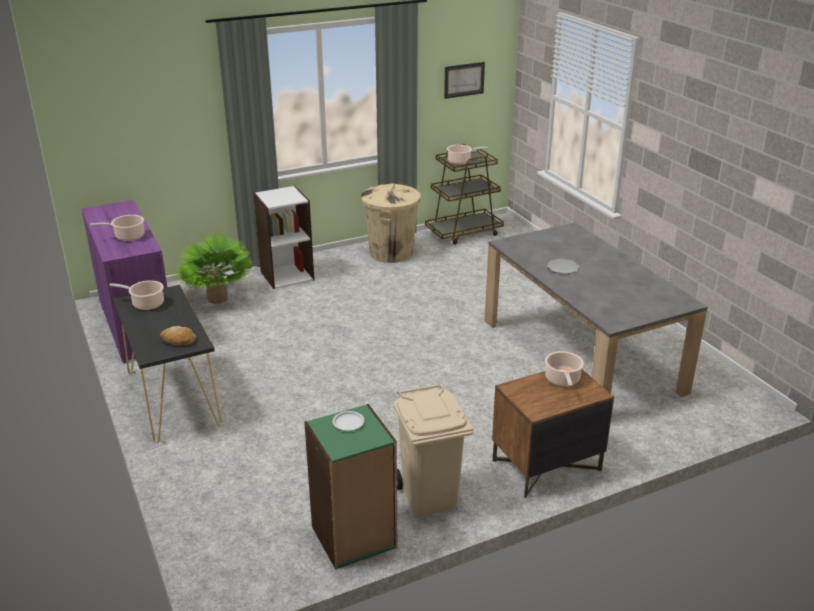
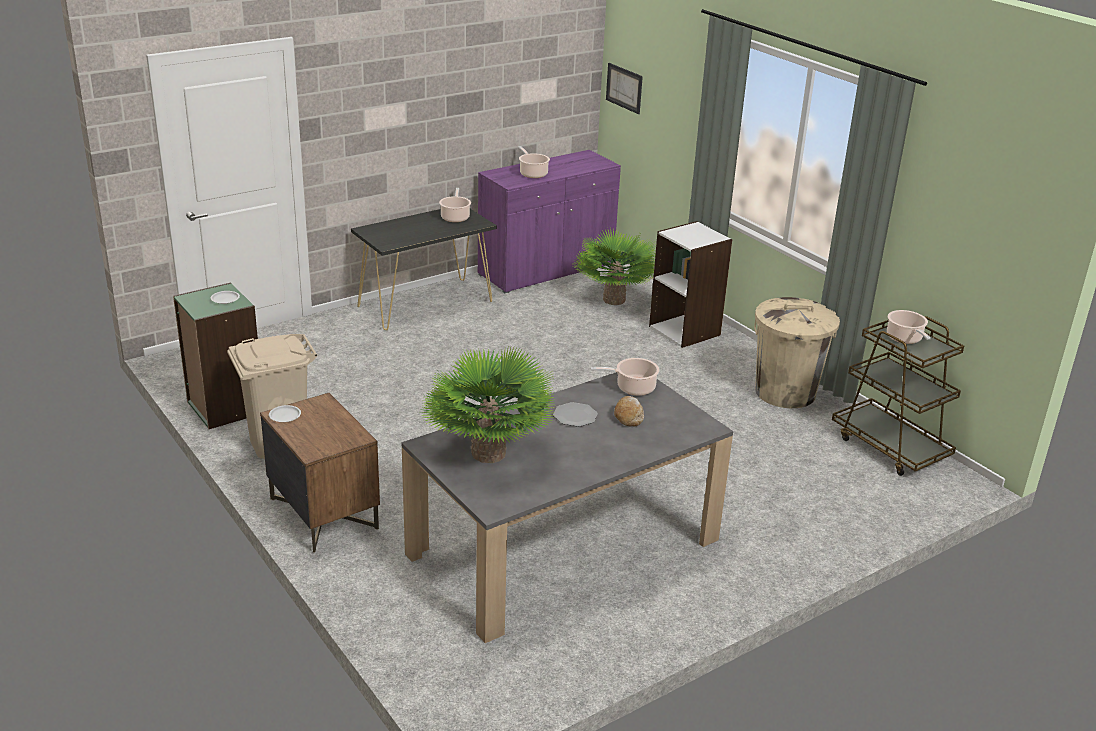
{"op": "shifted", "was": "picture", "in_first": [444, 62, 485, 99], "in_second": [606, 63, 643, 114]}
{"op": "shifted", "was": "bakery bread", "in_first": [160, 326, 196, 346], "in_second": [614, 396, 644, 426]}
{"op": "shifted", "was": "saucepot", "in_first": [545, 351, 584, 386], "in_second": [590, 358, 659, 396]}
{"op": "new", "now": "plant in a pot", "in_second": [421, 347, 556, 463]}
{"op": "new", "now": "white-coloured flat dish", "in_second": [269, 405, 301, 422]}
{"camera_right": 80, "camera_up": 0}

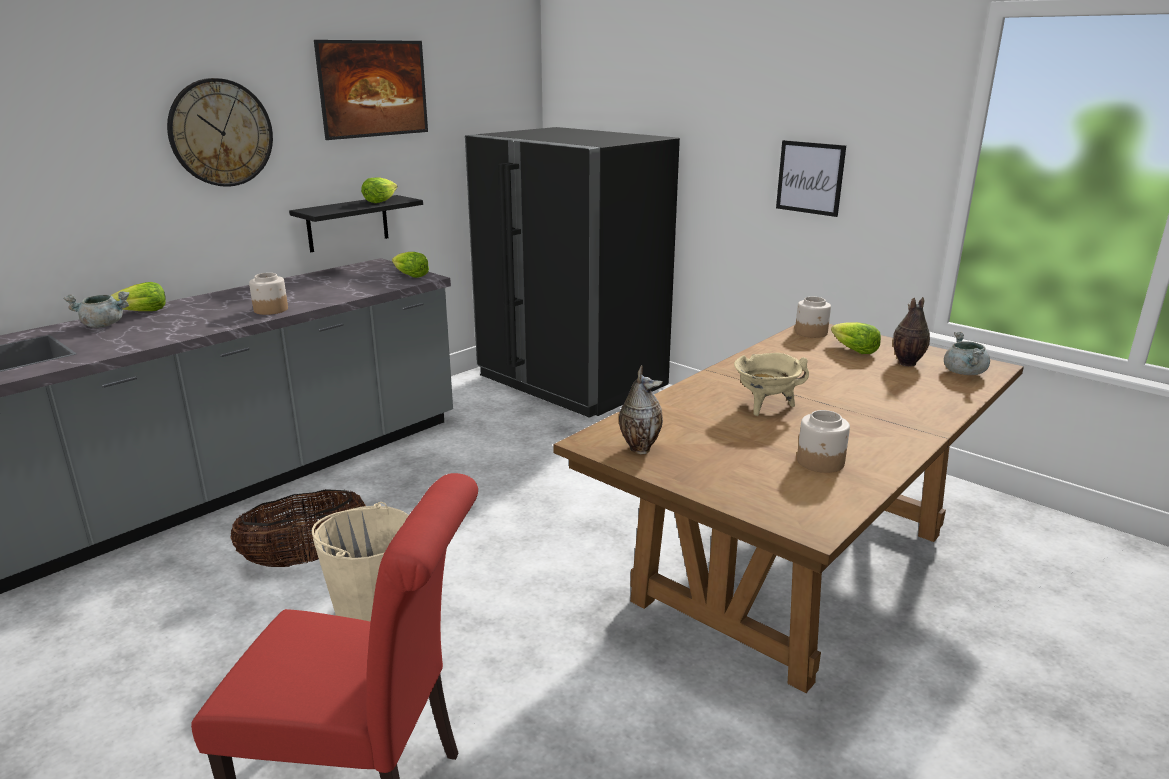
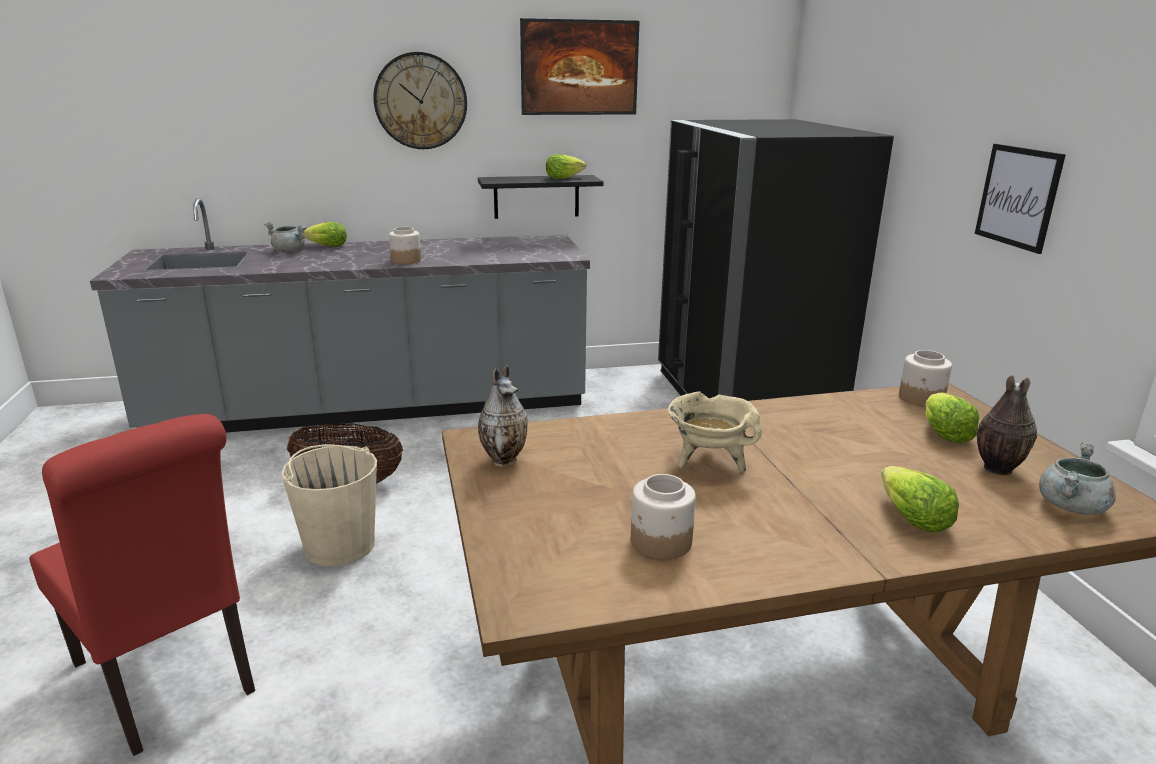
{"op": "shifted", "was": "head of lettuce", "in_first": [392, 252, 429, 278], "in_second": [881, 466, 959, 532]}
{"camera_right": 35, "camera_up": 0}

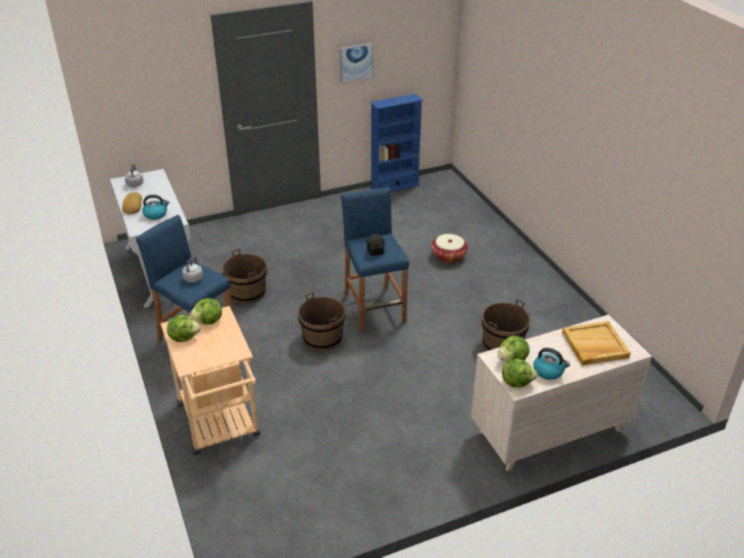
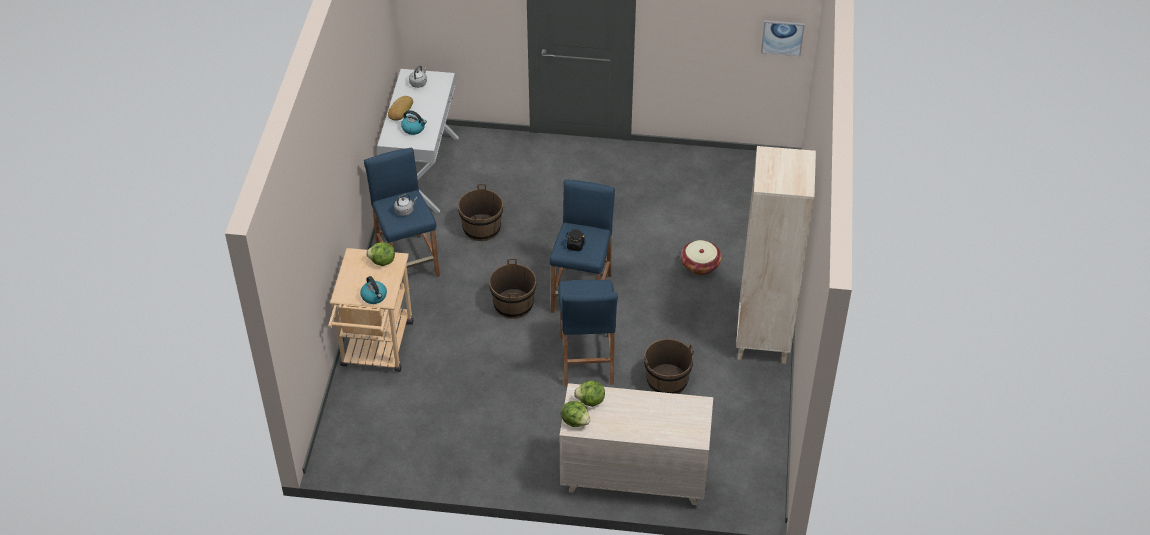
{"op": "shifted", "was": "picture", "in_first": [340, 43, 373, 83], "in_second": [761, 20, 805, 56]}
{"op": "gone", "was": "blue bookshelf", "in_first": [370, 94, 423, 192]}
{"op": "gone", "was": "head of lettuce", "in_first": [167, 315, 201, 342]}
{"op": "gone", "was": "beige tray", "in_first": [562, 321, 631, 366]}
{"op": "shifted", "was": "water kettle", "in_first": [533, 348, 570, 380], "in_second": [360, 276, 387, 304]}
{"op": "new", "now": "beige bookshelf", "in_second": [736, 146, 816, 364]}
{"op": "new", "now": "blue sitting stool", "in_second": [558, 280, 618, 387]}
{"camera_right": 30, "camera_up": 10}

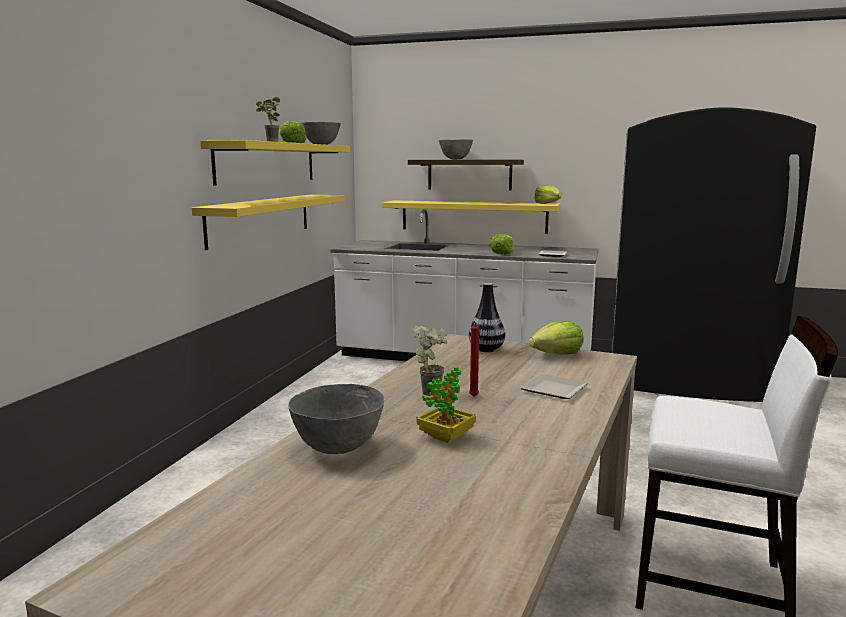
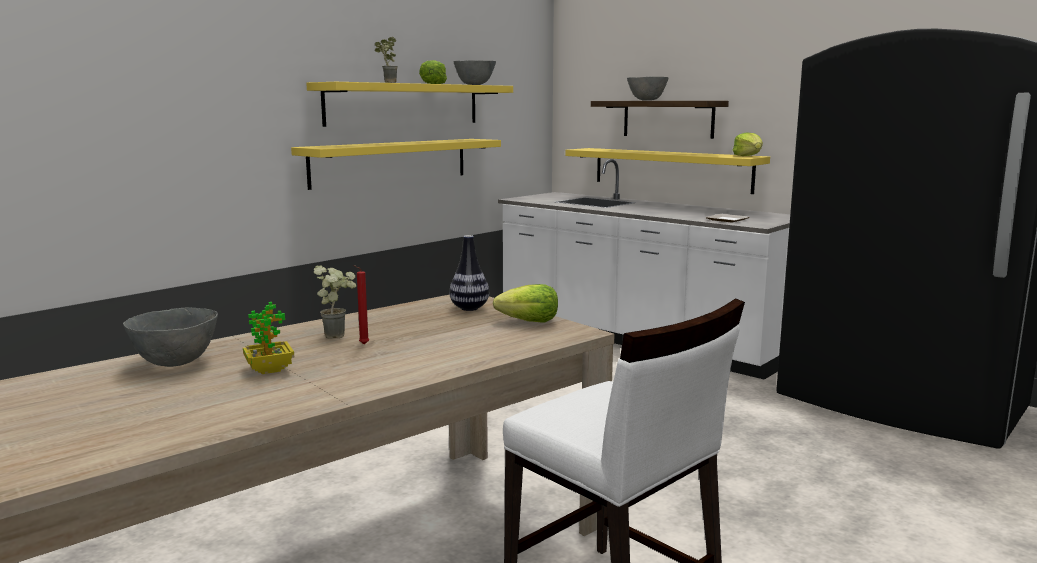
{"op": "gone", "was": "head of lettuce", "in_first": [490, 234, 514, 254]}
{"op": "gone", "was": "flat dish", "in_first": [520, 374, 588, 399]}
{"camera_right": 25, "camera_up": 0}

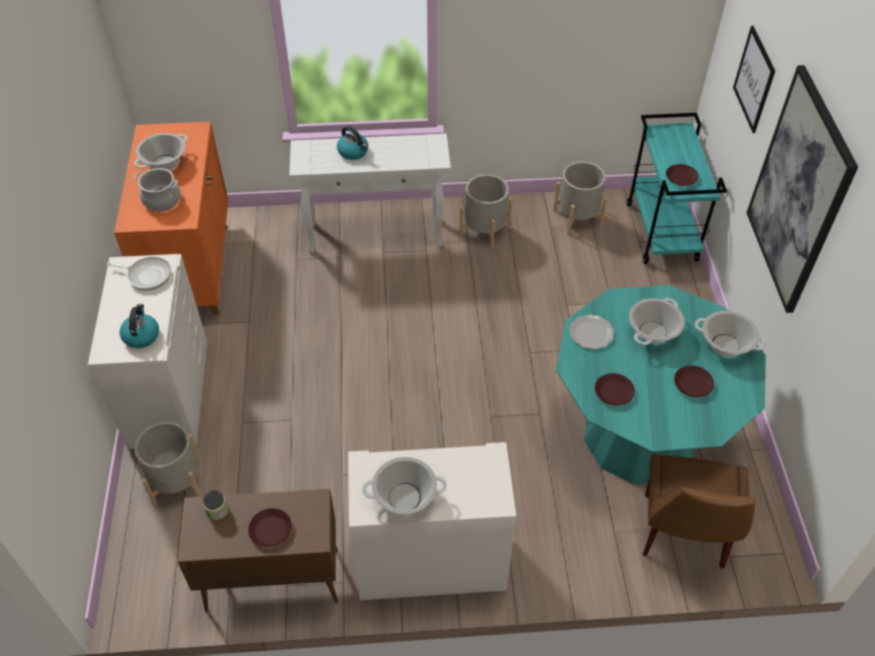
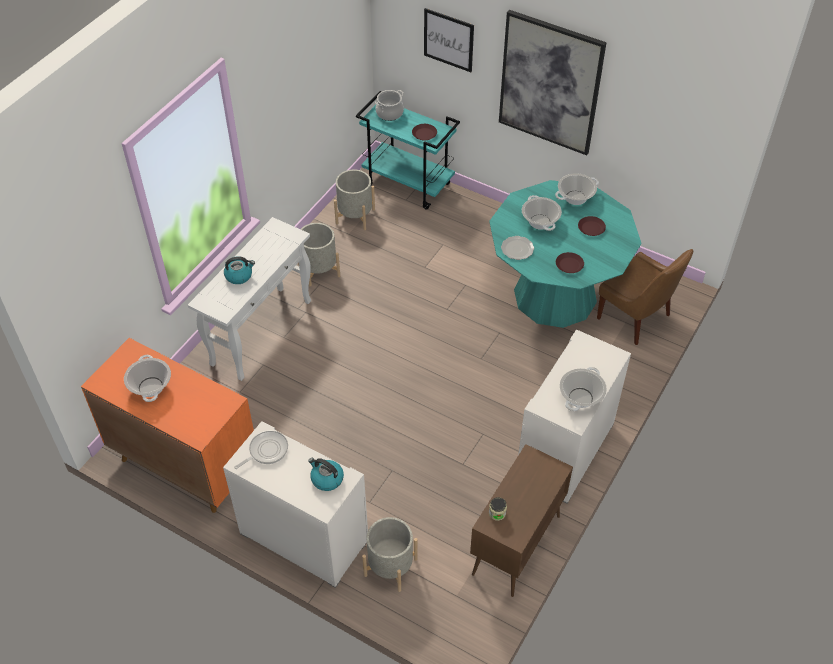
{"op": "shifted", "was": "saucepot", "in_first": [134, 168, 181, 211], "in_second": [375, 90, 404, 121]}
{"op": "gone", "was": "brownish flat dish", "in_first": [248, 508, 292, 548]}
{"camera_right": -55, "camera_up": 0}

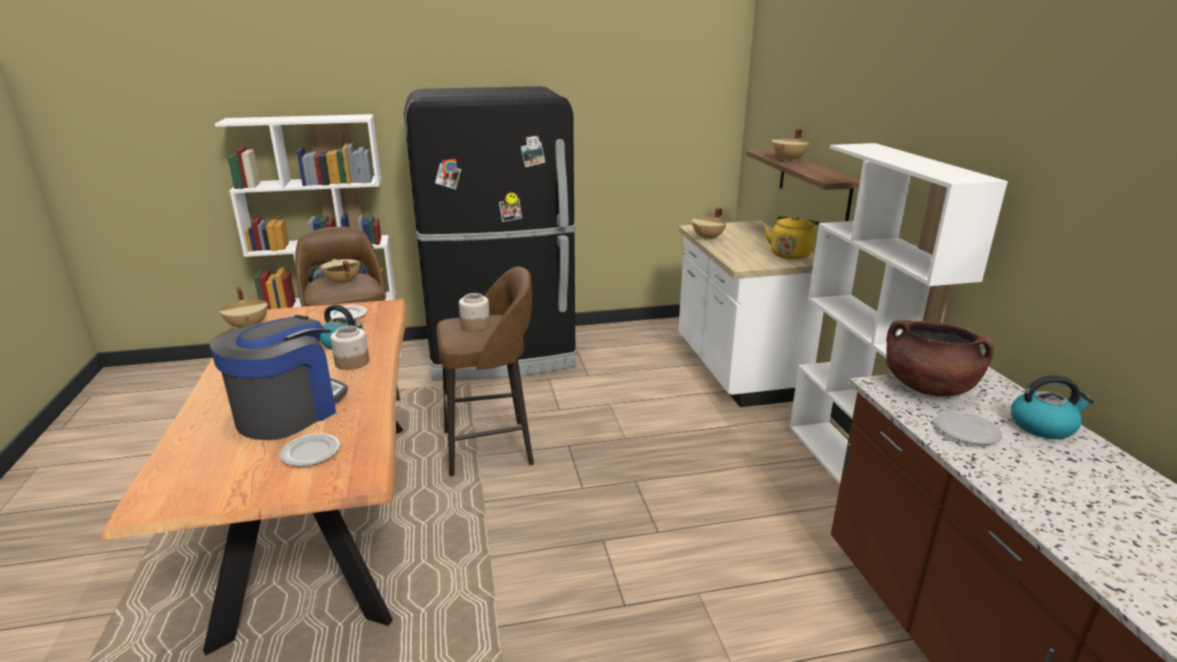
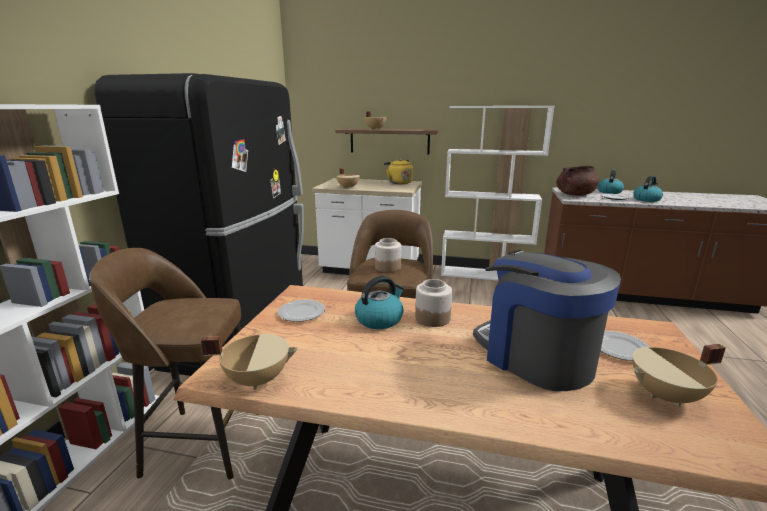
{"op": "shifted", "was": "beige saucepot", "in_first": [321, 259, 360, 285], "in_second": [633, 344, 726, 407]}
{"op": "new", "now": "water kettle", "in_second": [633, 176, 663, 202]}
{"camera_right": -65, "camera_up": -5}

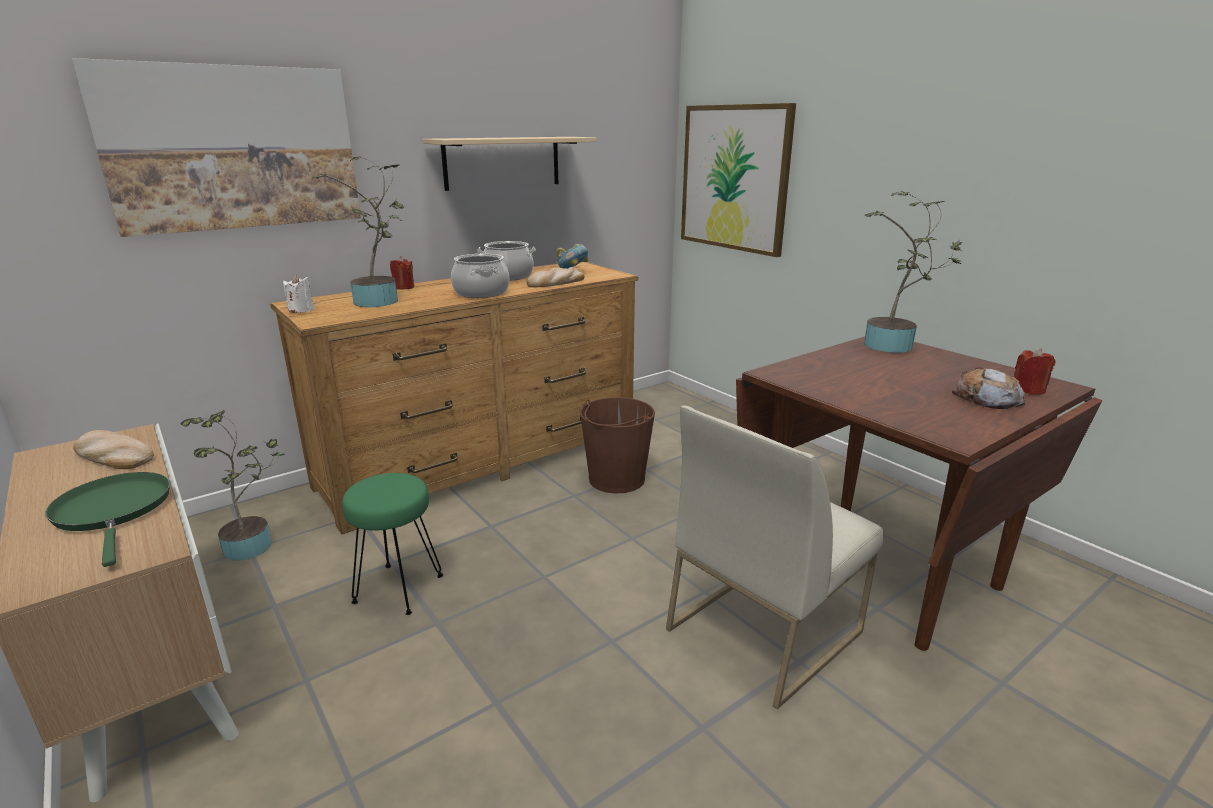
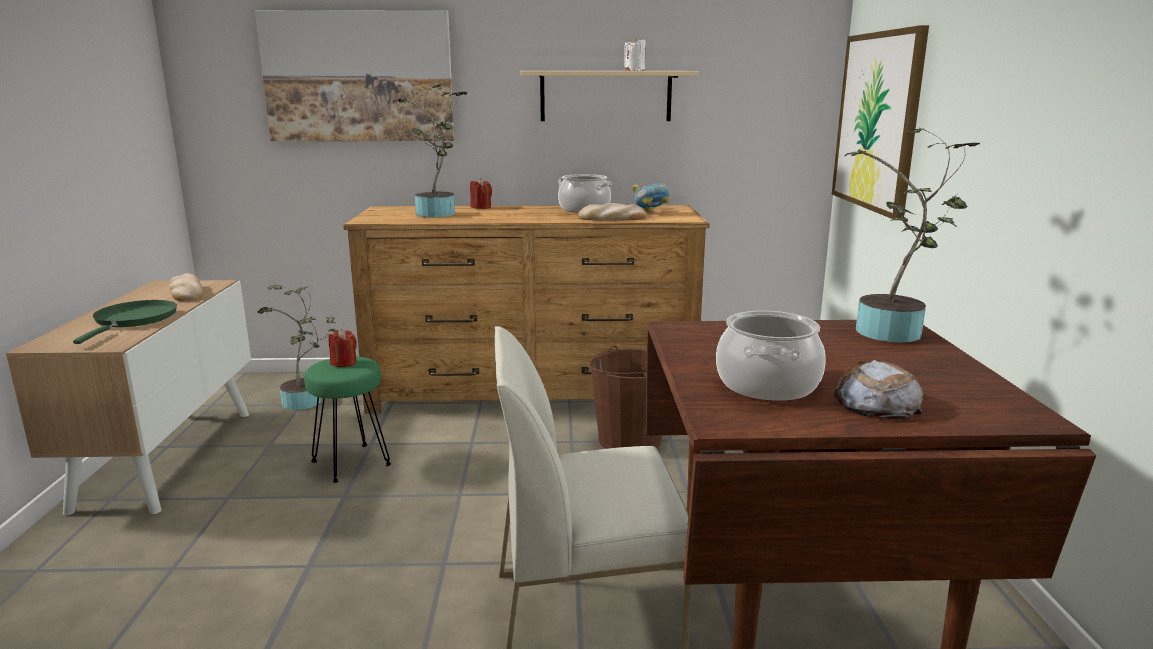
{"op": "shifted", "was": "saucepot", "in_first": [451, 254, 509, 298], "in_second": [716, 311, 826, 401]}
{"op": "shifted", "was": "white-coloured candle", "in_first": [283, 275, 314, 313], "in_second": [624, 37, 646, 71]}
{"op": "shifted", "was": "red candle", "in_first": [1014, 348, 1056, 394], "in_second": [328, 329, 357, 367]}
{"camera_right": 35, "camera_up": -5}

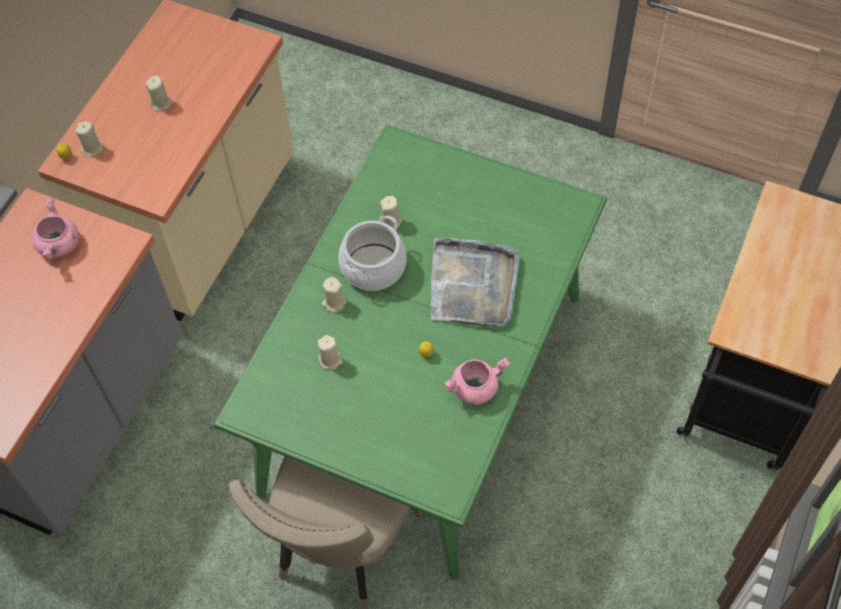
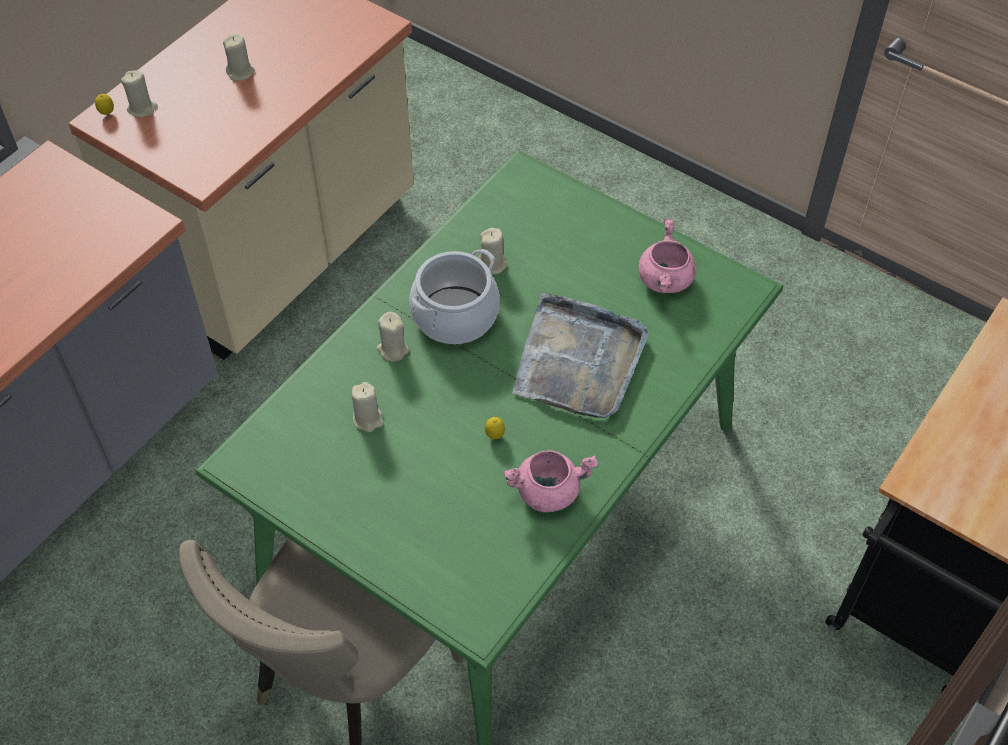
{"op": "shifted", "was": "pink saucepot", "in_first": [32, 199, 79, 260], "in_second": [639, 219, 696, 293]}
{"camera_right": 10, "camera_up": -5}

